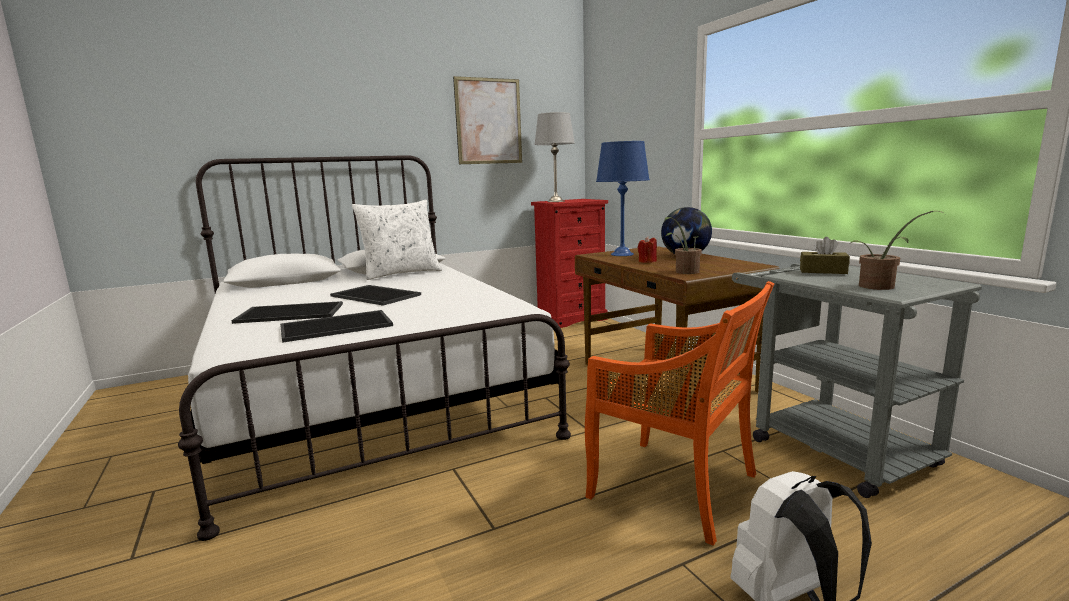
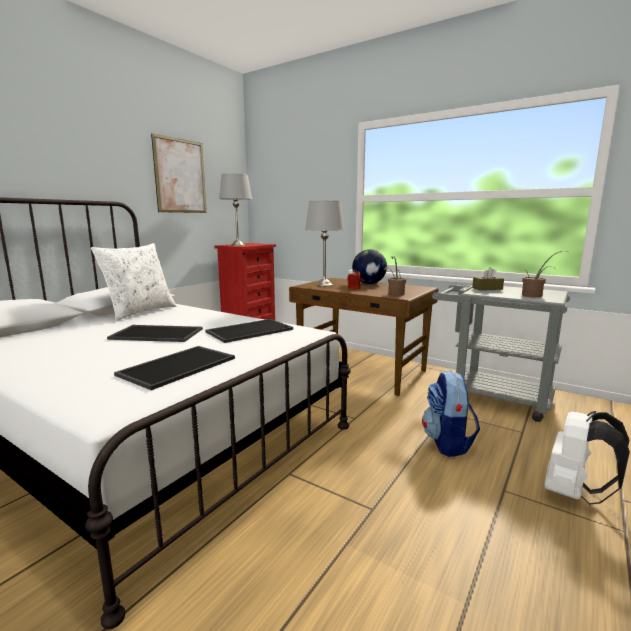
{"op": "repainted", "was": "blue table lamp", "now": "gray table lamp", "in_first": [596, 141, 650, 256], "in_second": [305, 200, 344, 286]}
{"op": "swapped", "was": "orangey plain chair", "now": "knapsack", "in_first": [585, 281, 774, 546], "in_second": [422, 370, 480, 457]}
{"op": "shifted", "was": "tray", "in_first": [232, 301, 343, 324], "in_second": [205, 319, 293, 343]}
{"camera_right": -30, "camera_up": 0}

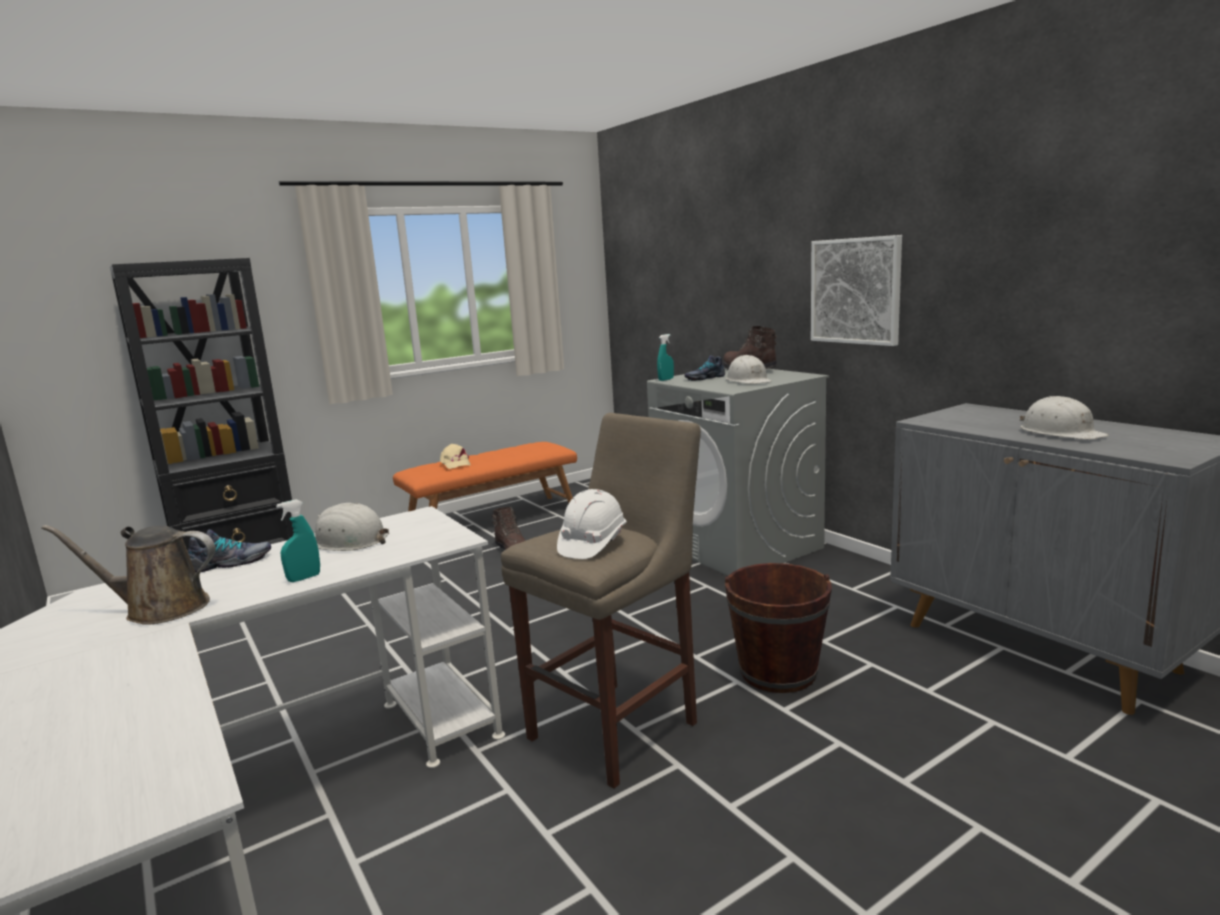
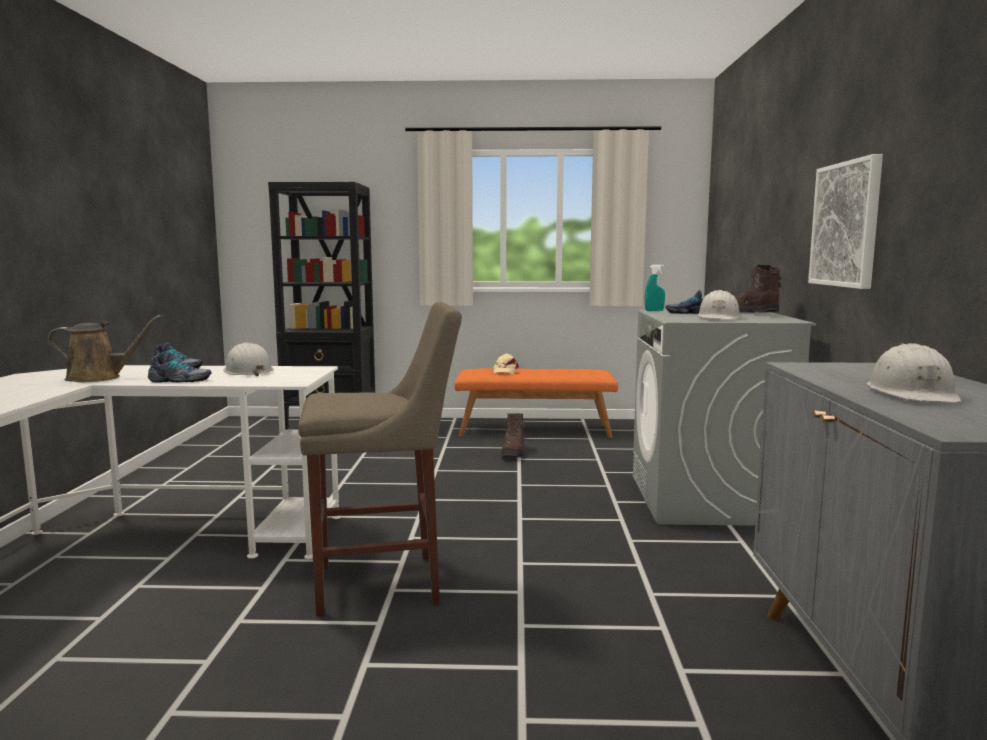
{"op": "gone", "was": "white-coloured safety helmet", "in_first": [557, 489, 627, 559]}
{"op": "swapped", "was": "turquoise spray bottle", "now": "item of footwear", "in_first": [276, 499, 320, 582], "in_second": [148, 352, 212, 383]}
{"op": "rotated", "was": "brownish watering pot", "in_first": [41, 525, 216, 625], "in_second": [47, 315, 162, 382], "clockwise": 135}
{"op": "gone", "was": "brownish pail", "in_first": [725, 563, 832, 693]}
{"camera_right": 35, "camera_up": -5}

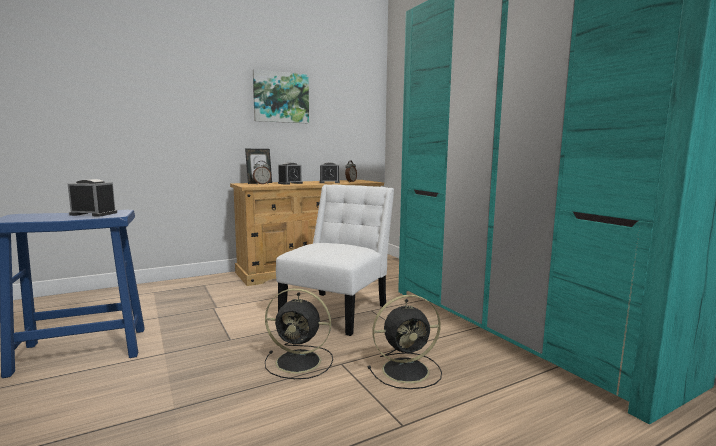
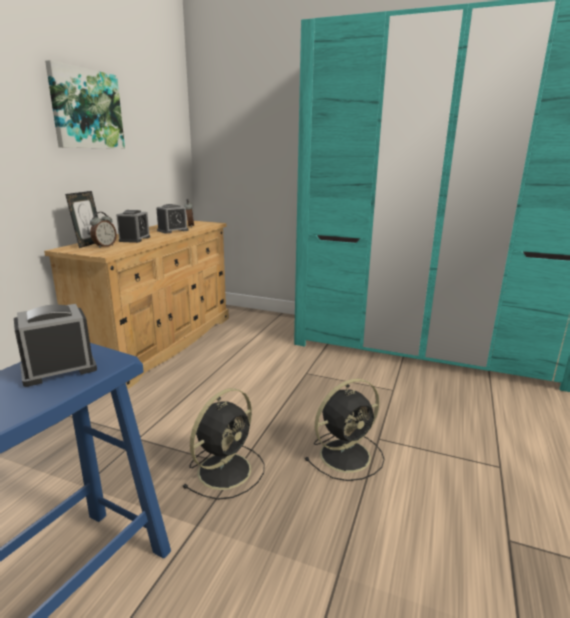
{"op": "gone", "was": "white-coloured plain chair", "in_first": [276, 185, 394, 336]}
{"op": "shifted", "was": "black-coloured cooling fan", "in_first": [368, 295, 442, 389], "in_second": [182, 388, 265, 500]}
{"camera_right": -40, "camera_up": 10}

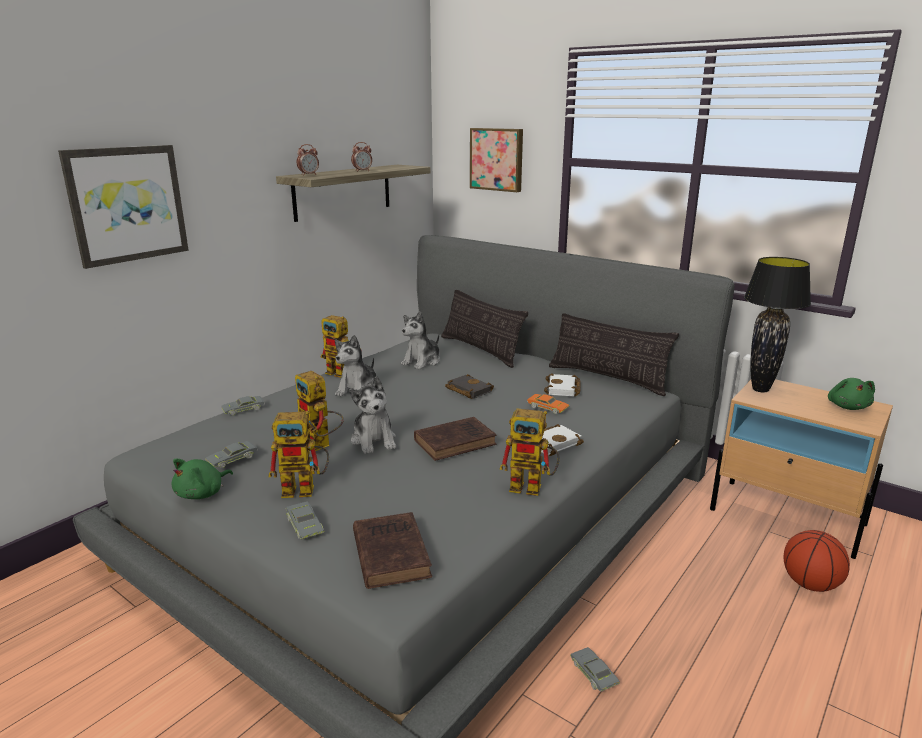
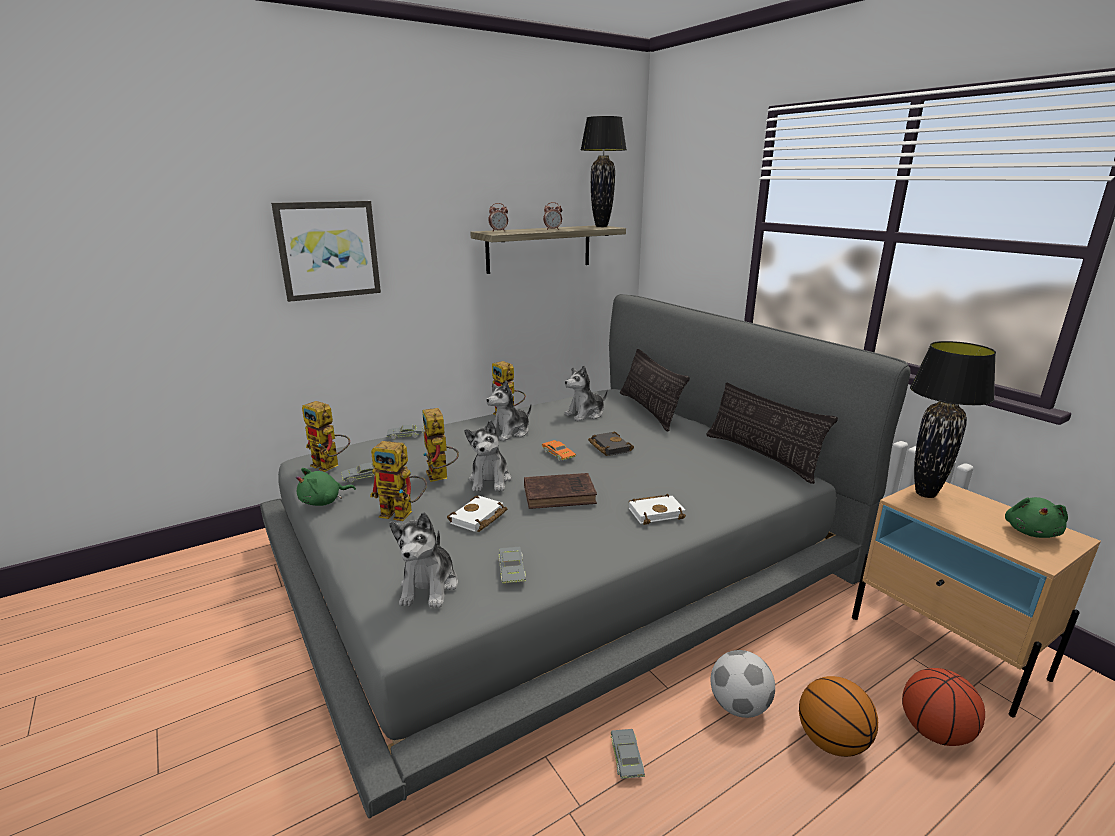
{"op": "gone", "was": "picture", "in_first": [470, 128, 523, 192]}
{"op": "shifted", "was": "white-coloured book", "in_first": [544, 373, 581, 396], "in_second": [447, 495, 507, 532]}
{"op": "shifted", "was": "orangey miniature car", "in_first": [527, 394, 569, 414], "in_second": [542, 440, 576, 461]}
{"op": "shifted", "was": "toy robot", "in_first": [499, 409, 560, 496], "in_second": [302, 401, 350, 472]}
{"op": "shifted", "was": "gray miniature car", "in_first": [286, 501, 324, 539], "in_second": [498, 547, 526, 583]}
{"op": "swapped", "was": "brownish book", "now": "plush toy", "in_first": [353, 512, 432, 589], "in_second": [389, 512, 458, 608]}
{"op": "new", "now": "black-coloured table lamp", "in_second": [581, 116, 627, 227]}
{"op": "new", "now": "football ball", "in_second": [711, 650, 775, 718]}
{"op": "new", "now": "ball for basketball", "in_second": [799, 676, 878, 757]}
{"camera_right": 20, "camera_up": 0}

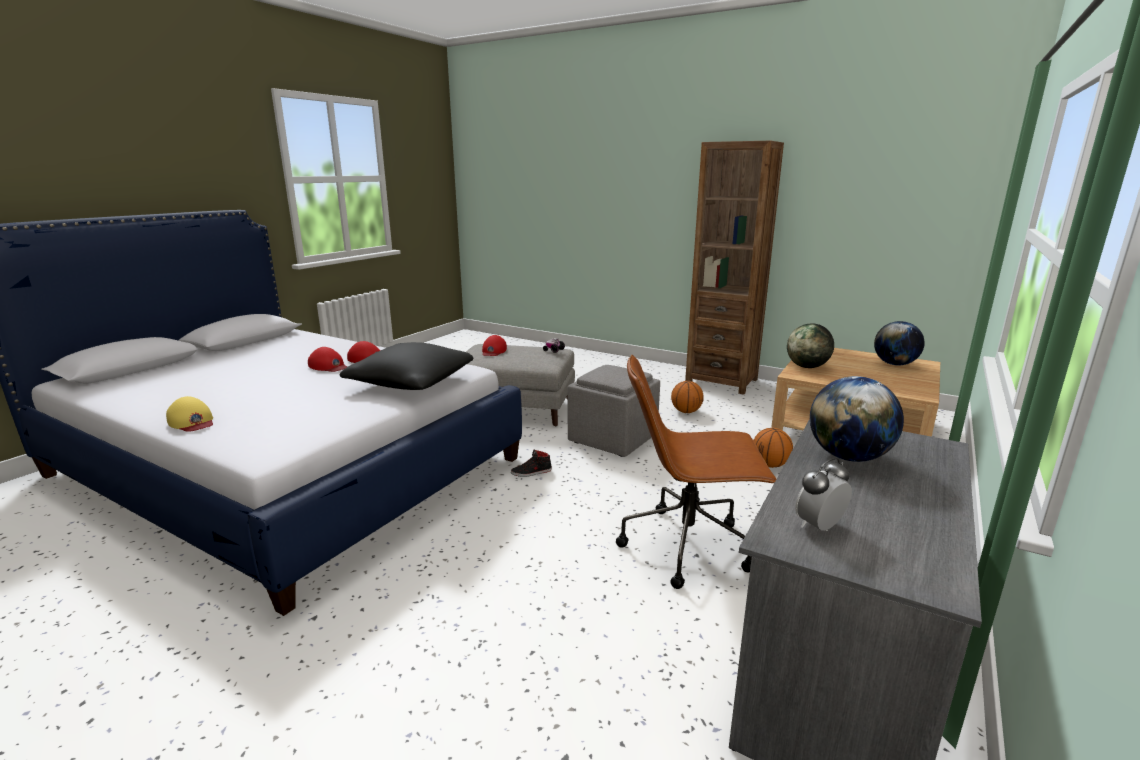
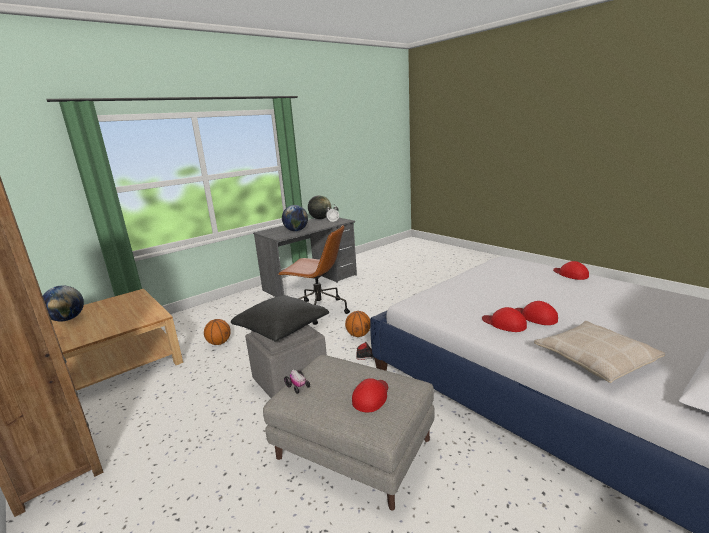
{"op": "shifted", "was": "desk globe", "in_first": [787, 323, 834, 368], "in_second": [308, 195, 331, 219]}
{"op": "shifted", "was": "black-coloured throw pillow", "in_first": [340, 342, 474, 390], "in_second": [231, 295, 329, 342]}
{"op": "shifted", "was": "ball for basketball", "in_first": [671, 381, 704, 413], "in_second": [345, 311, 370, 337]}
{"op": "repainted", "was": "yellow-coloured cap", "now": "red cap", "in_first": [166, 396, 213, 432], "in_second": [553, 261, 589, 280]}
{"op": "new", "now": "beige throw pillow", "in_second": [534, 321, 665, 383]}
{"camera_right": -160, "camera_up": 0}

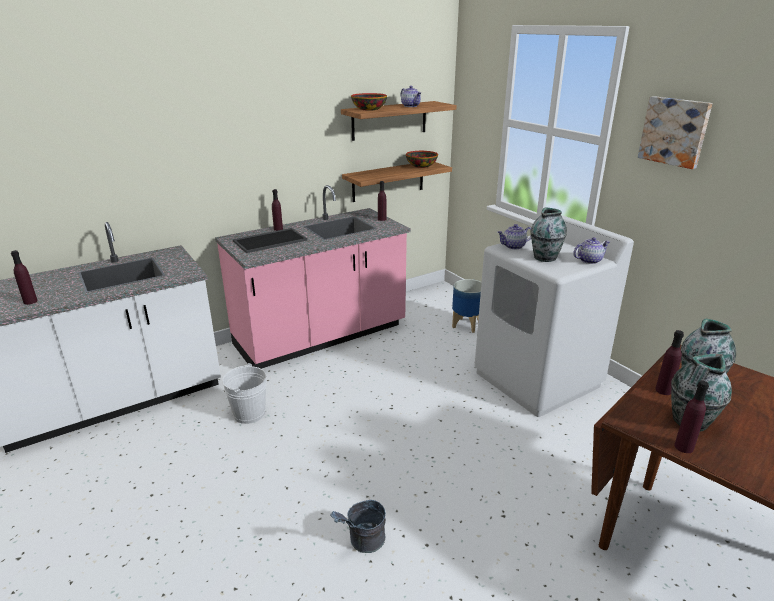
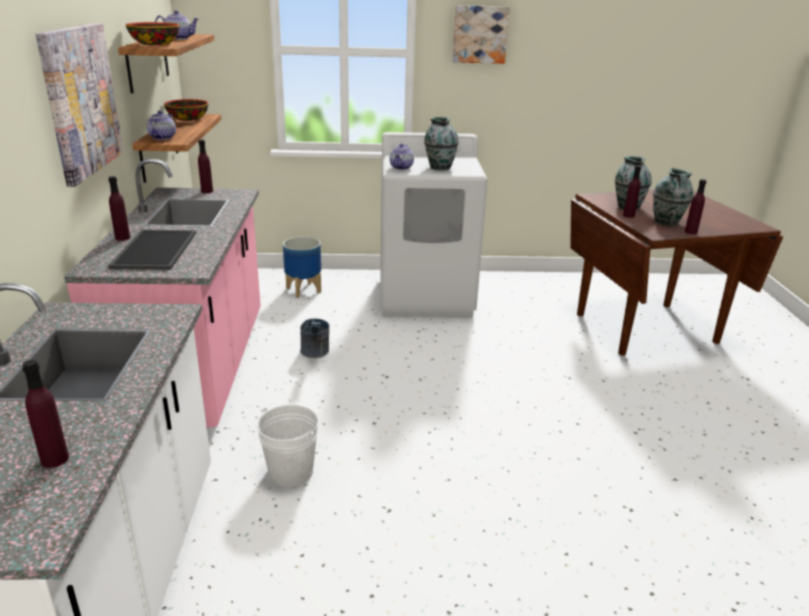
{"op": "shifted", "was": "tea pot", "in_first": [573, 237, 610, 264], "in_second": [147, 111, 176, 140]}
{"op": "shifted", "was": "gray pail", "in_first": [330, 500, 386, 553], "in_second": [300, 319, 330, 358]}
{"op": "new", "now": "picture", "in_second": [36, 23, 124, 187]}
{"camera_right": -60, "camera_up": 0}

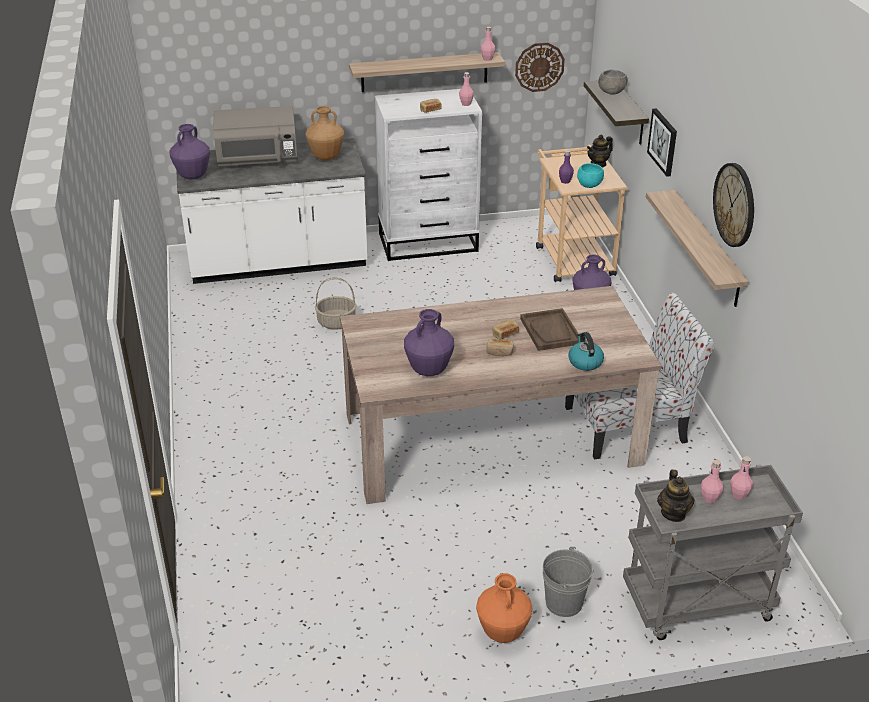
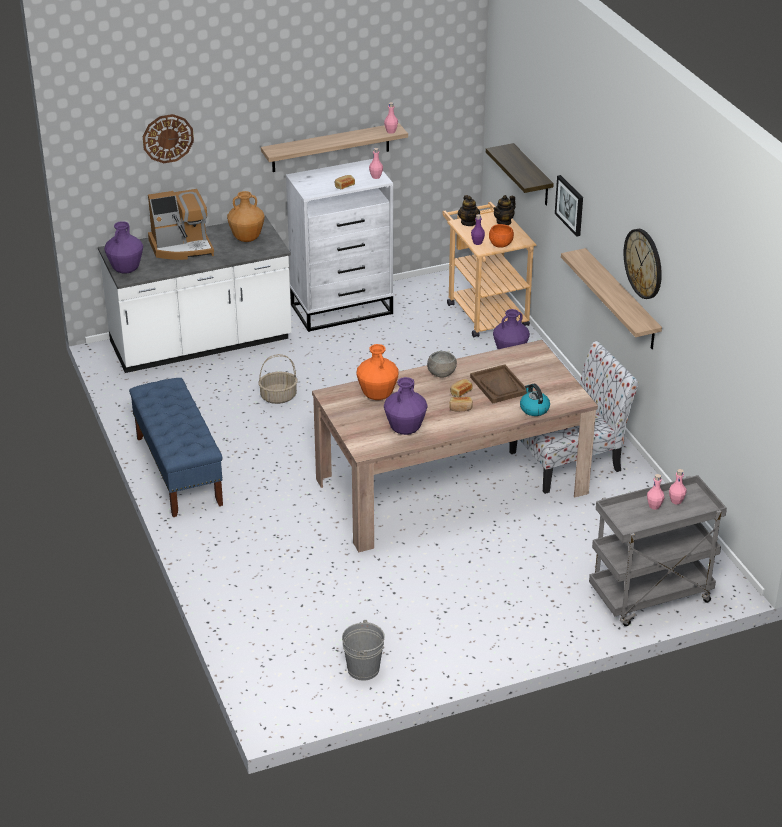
{"op": "shifted", "was": "clock on the wall", "in_first": [515, 43, 565, 92], "in_second": [143, 114, 194, 163]}
{"op": "shifted", "was": "gray serving bowl", "in_first": [598, 70, 628, 95], "in_second": [427, 351, 457, 378]}
{"op": "swapped", "was": "gray microwave oven", "now": "coffee brewer", "in_first": [213, 106, 298, 166], "in_second": [148, 189, 214, 260]}
{"op": "repainted", "was": "turquoise serving bowl", "now": "orangey serving bowl", "in_first": [577, 163, 604, 188], "in_second": [489, 224, 514, 248]}
{"op": "shifted", "was": "tea pot", "in_first": [657, 470, 695, 522], "in_second": [458, 195, 480, 226]}
{"op": "shifted", "was": "gray pail", "in_first": [543, 547, 593, 617], "in_second": [342, 620, 385, 680]}
{"op": "shifted", "was": "orangey flower vase", "in_first": [476, 573, 532, 643], "in_second": [357, 344, 399, 400]}
{"op": "new", "now": "blue bench", "in_second": [129, 378, 223, 517]}
{"camera_right": -10, "camera_up": 0}

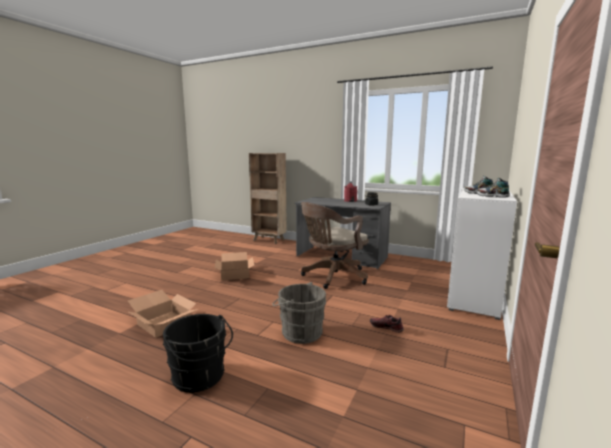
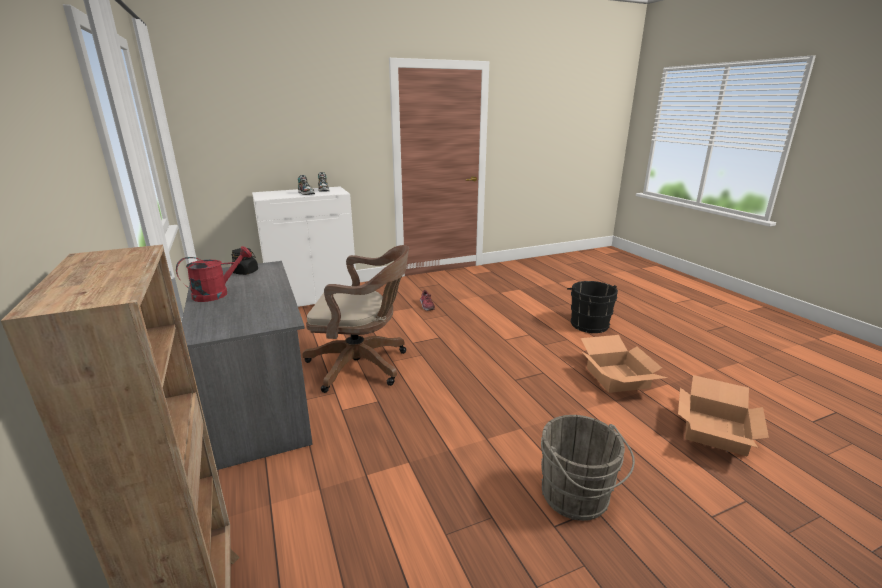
{"op": "shifted", "was": "cardboard box", "in_first": [215, 252, 254, 280], "in_second": [678, 375, 769, 456]}
{"op": "shifted", "was": "gray pail", "in_first": [272, 282, 326, 344], "in_second": [541, 415, 635, 521]}
{"camera_right": -140, "camera_up": 10}

